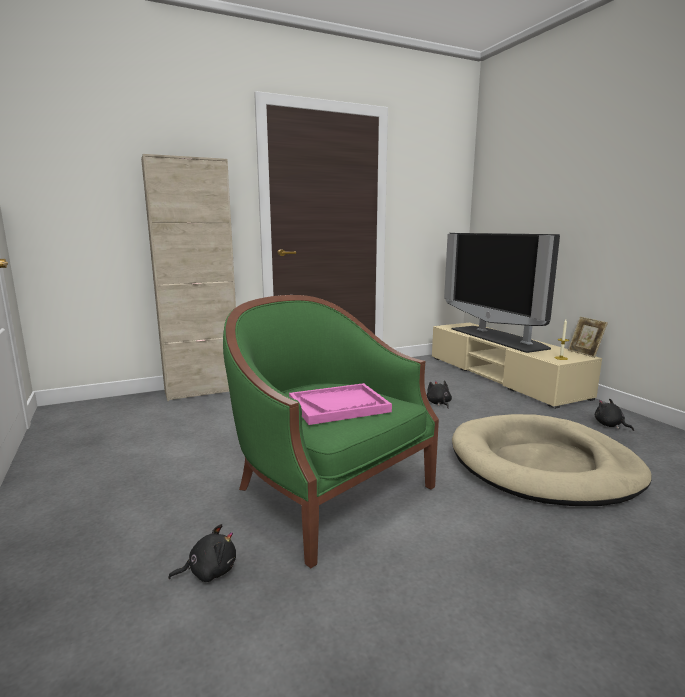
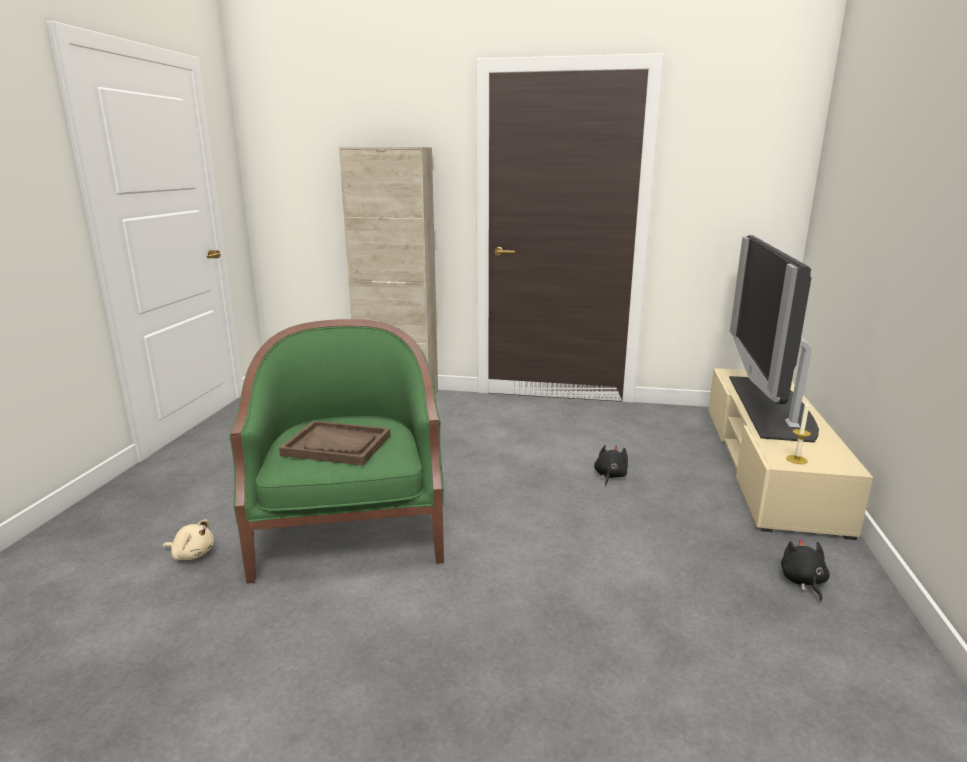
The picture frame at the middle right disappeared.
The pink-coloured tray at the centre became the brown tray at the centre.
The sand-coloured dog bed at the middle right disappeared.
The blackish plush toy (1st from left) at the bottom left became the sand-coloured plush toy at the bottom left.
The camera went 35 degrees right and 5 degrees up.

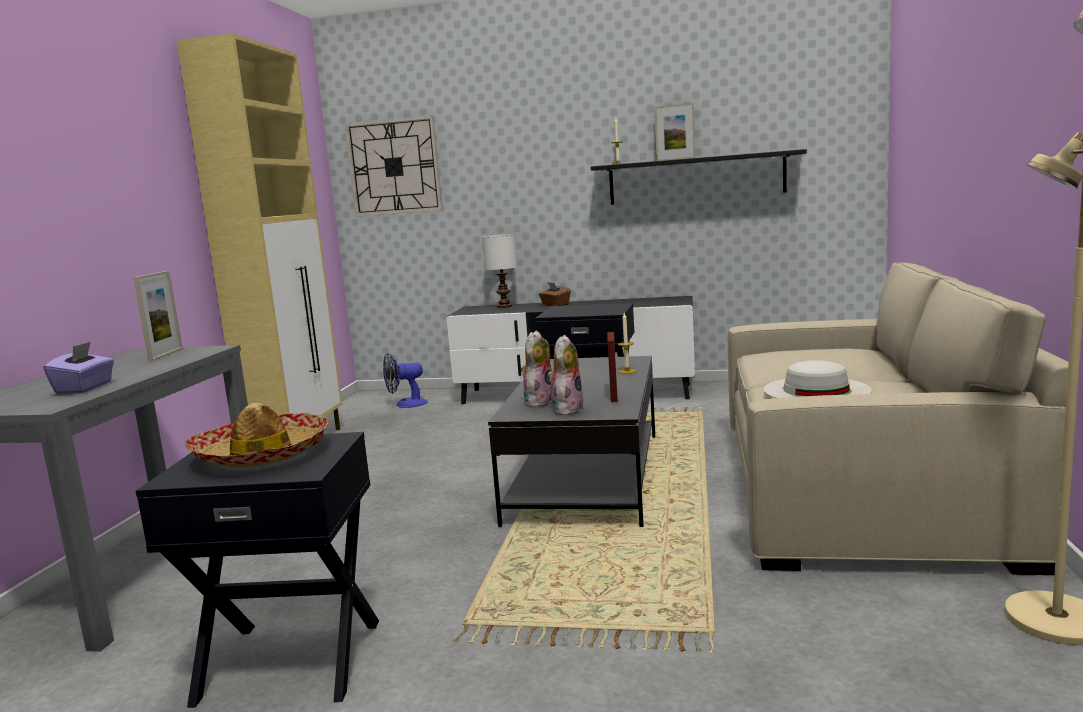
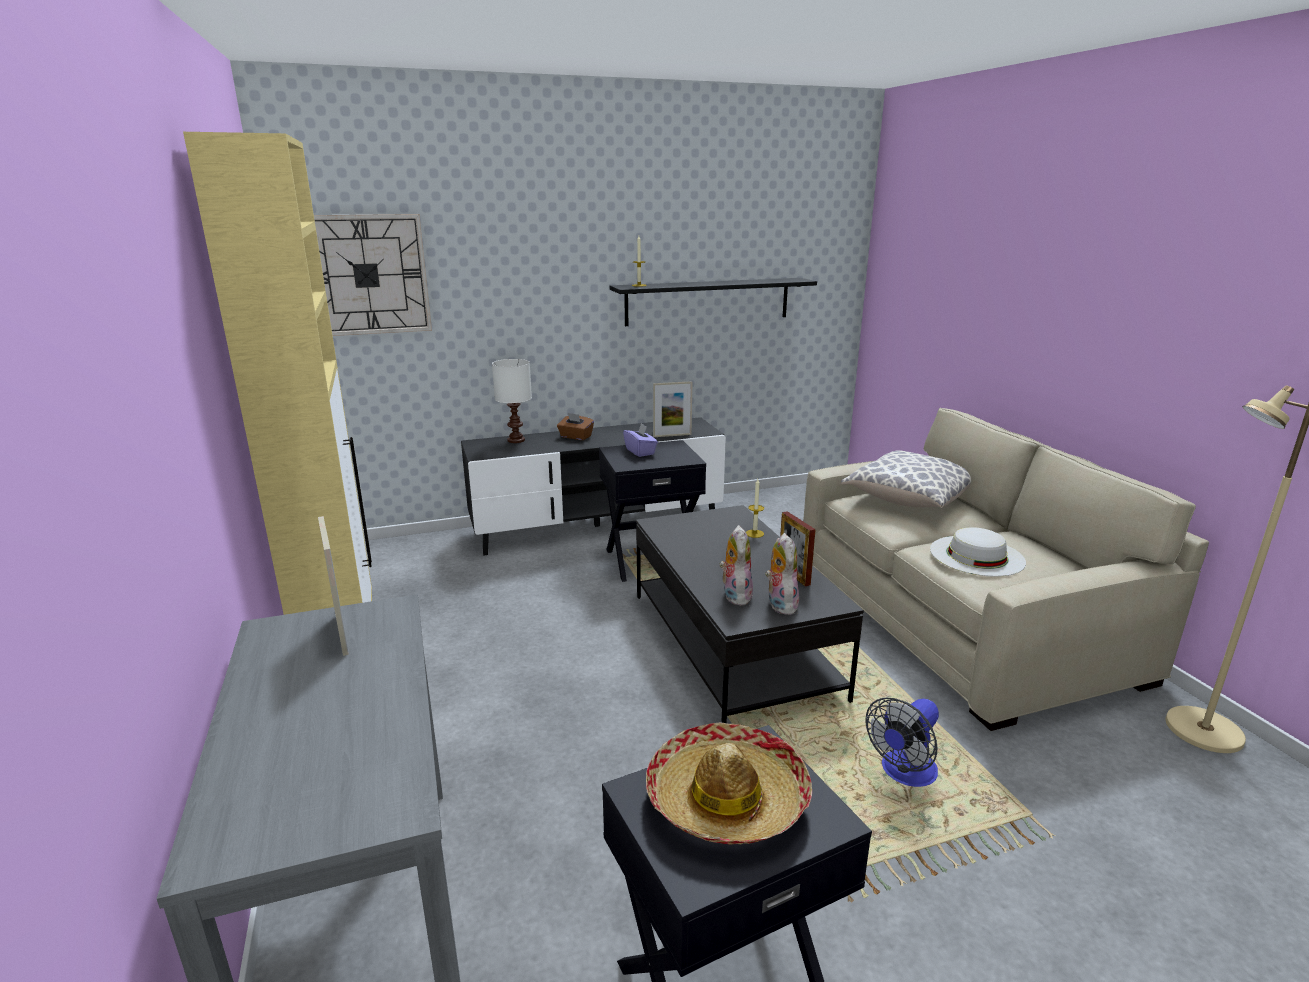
The picture frame (3rd from left in the first image) moved from the top centre to the centre.
The purple box of tissues moved from the middle left to the centre.
The fan moved from the centre to the bottom right.
The pillow at the middle right appeared.
The camera went 30 degrees left and 10 degrees up.

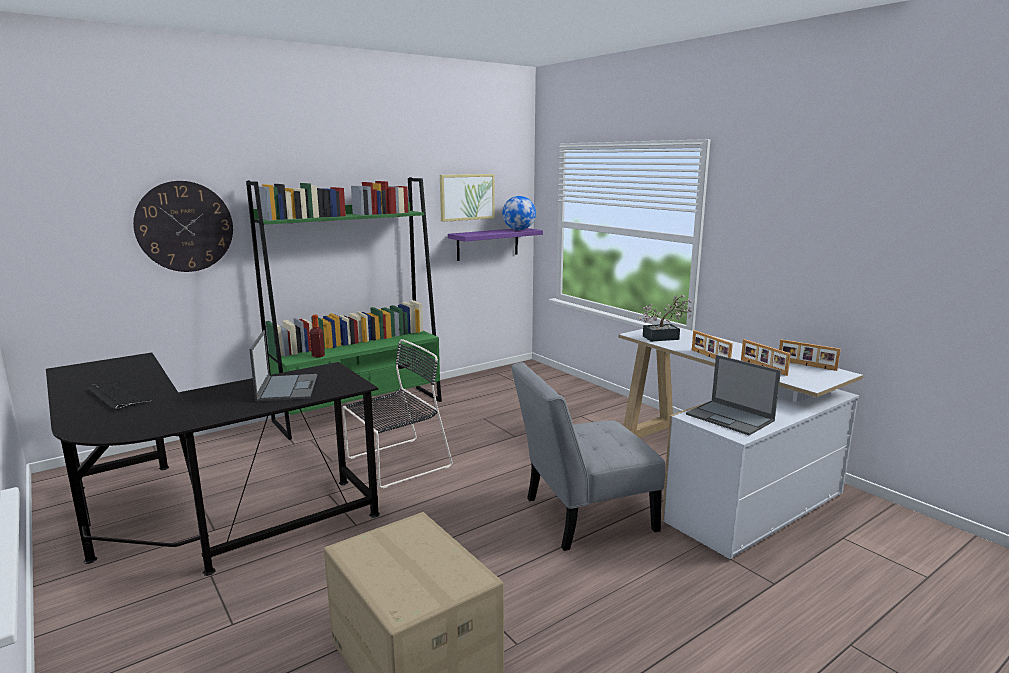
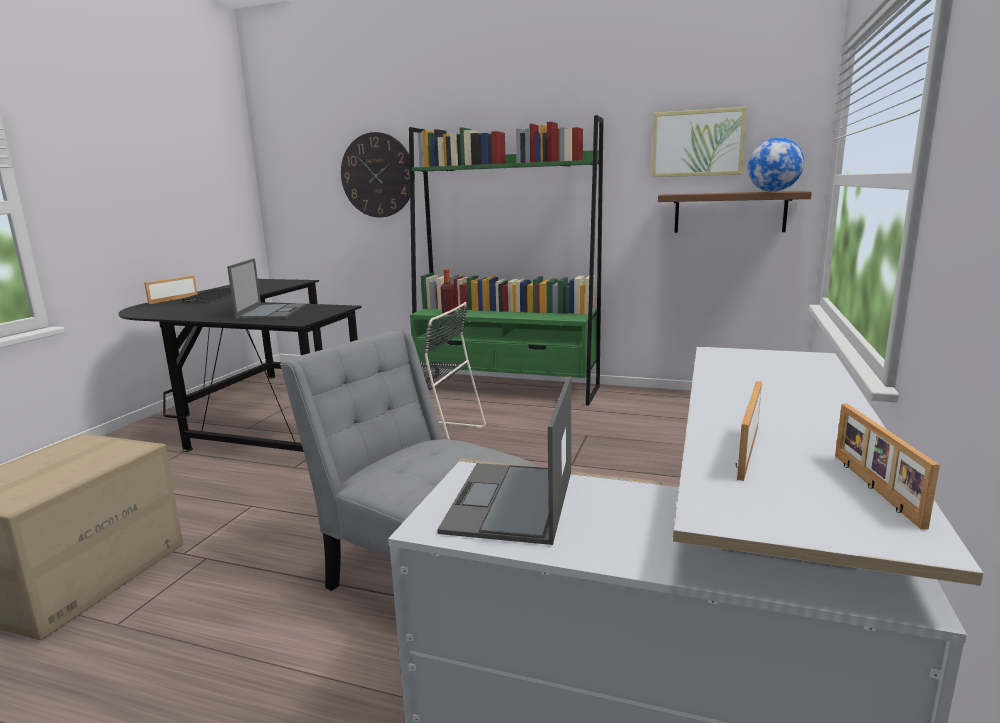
The purple bracket shelf at the centre became the brown bracket shelf at the top right.
The potted plant at the centre disappeared.
The notebook computer (1st from left) at the middle left turned 45 degrees counterclockwise.
The picture frame (1st from left) moved from the middle right to the middle left.
The camera went 55 degrees right and 0 degrees up.

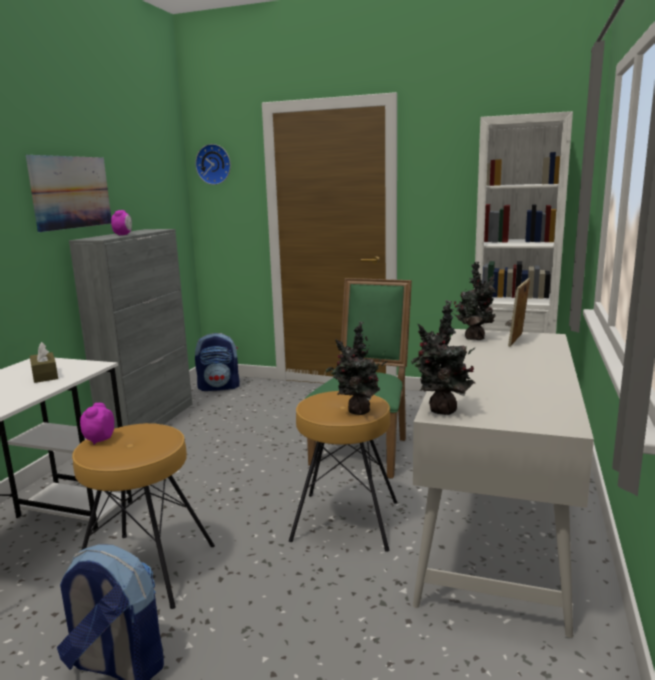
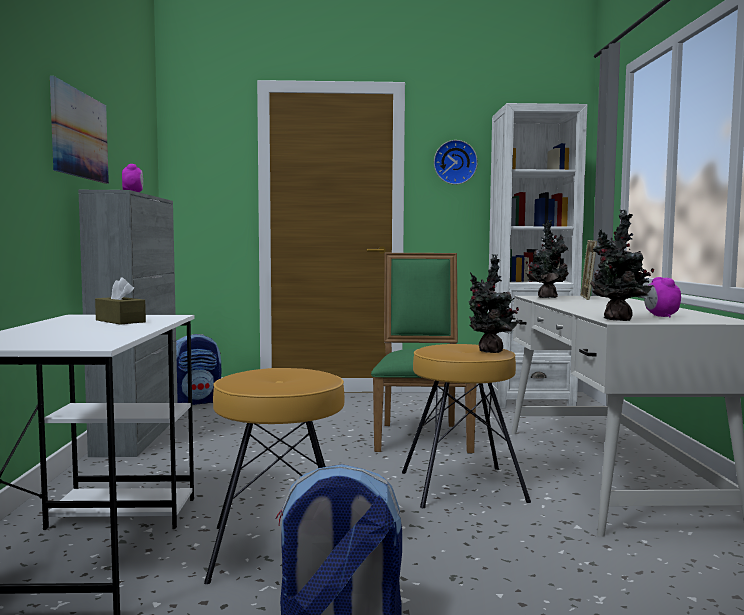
The hanging clock moved from the top left to the top centre.
The table clock (1st from left in the first image) moved from the middle left to the middle right.
The camera went 20 degrees left and 10 degrees down.

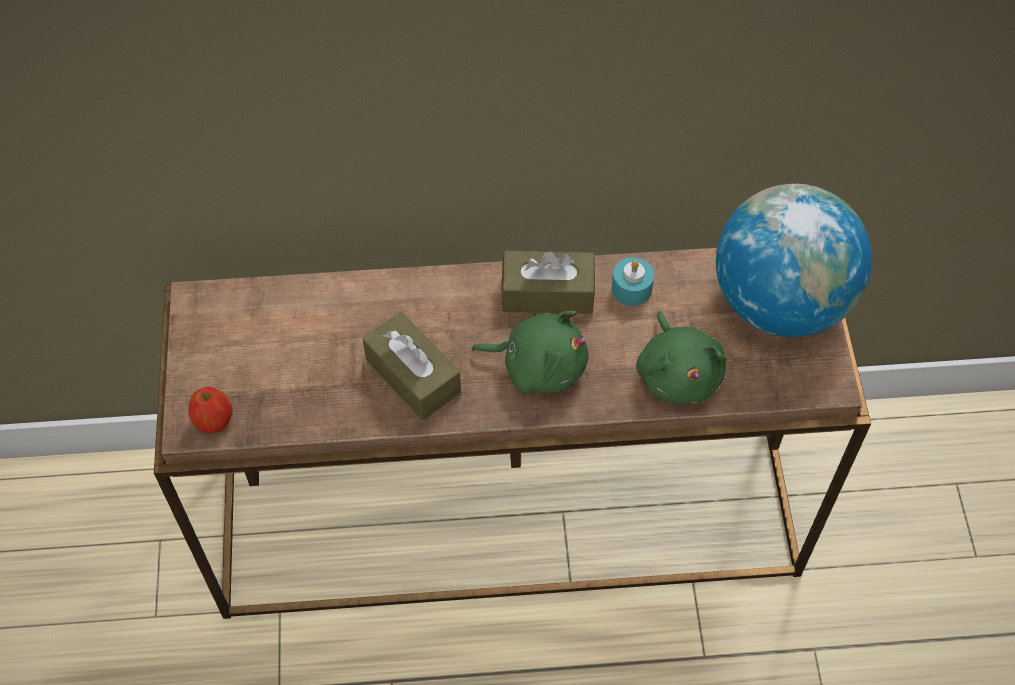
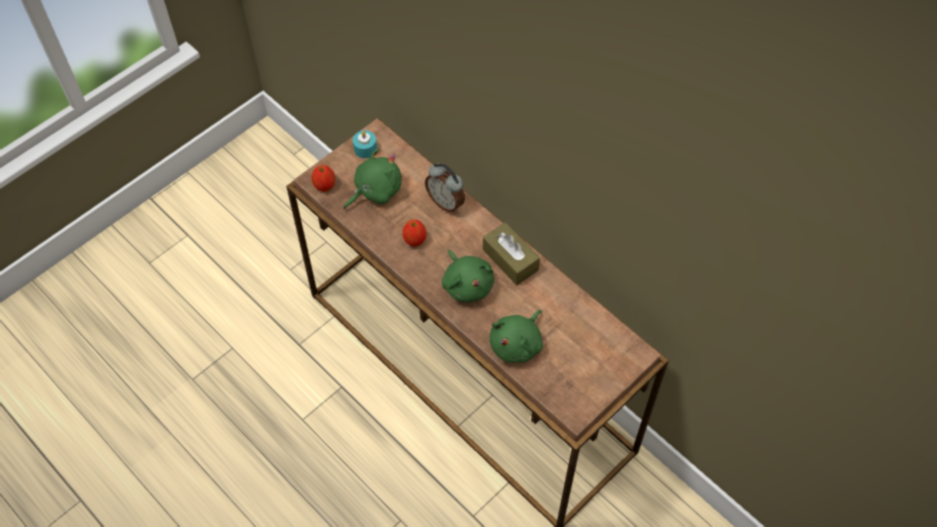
The world globe at the middle right disappeared.
The turquoise-coloured wax light moved from the centre to the top centre.
The brown box of tissues (1st from left) at the centre was replaced by the apple fruit (2nd from left) at the centre.
The green-coloured plush toy (1st from left) at the centre appeared.
The table clock at the centre appeared.
The camera went 50 degrees right and 0 degrees up.

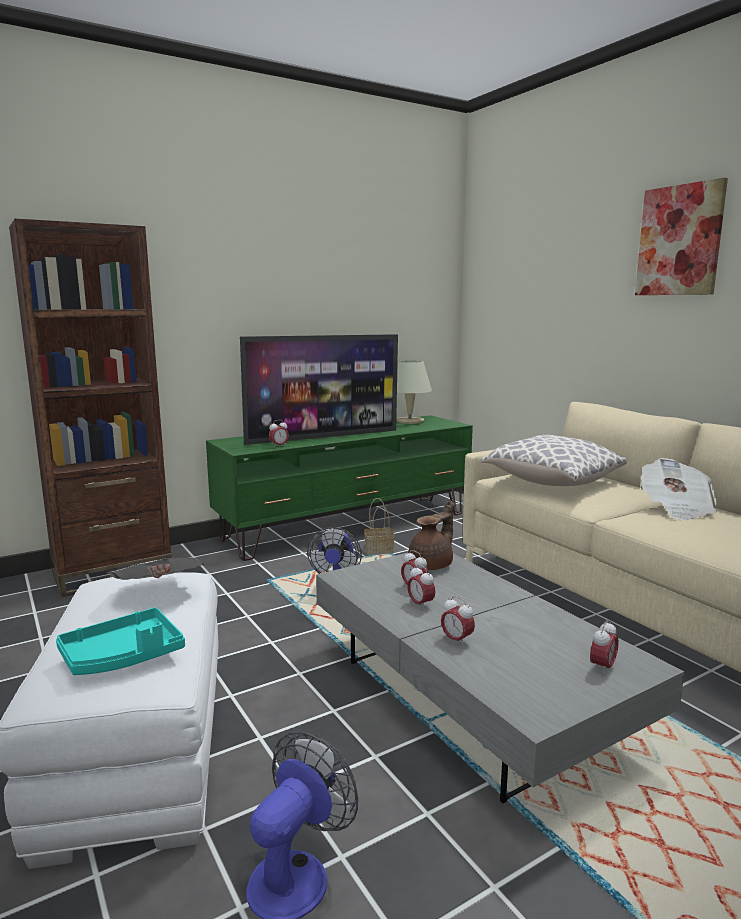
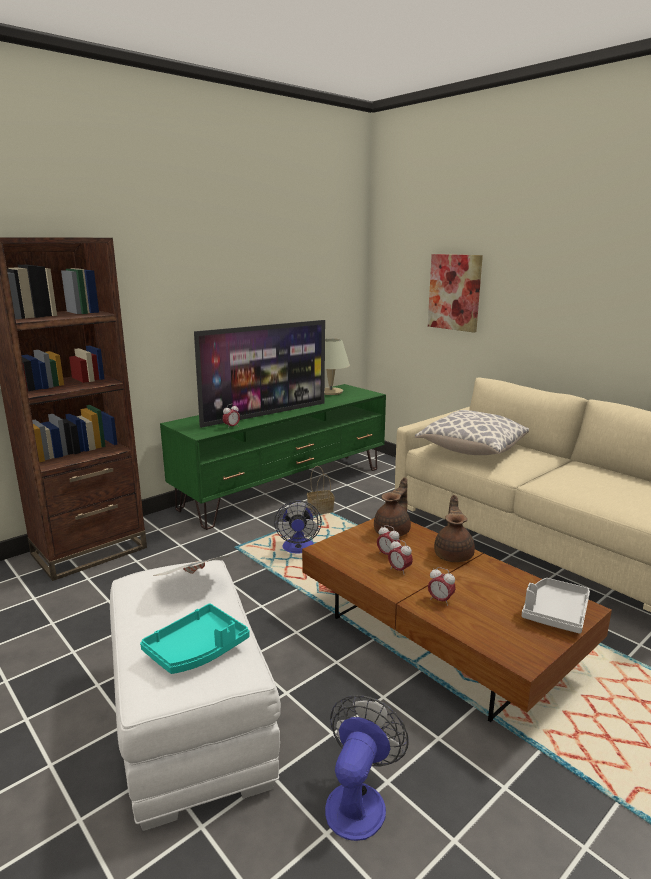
The wall picture moved from the top right to the middle right.
The newspaper (2nd from left) at the middle right disappeared.
The greyish lounge table at the bottom right became the brown lounge table at the bottom right.
The table clock (5th from left) at the bottom right was replaced by the greyish tray at the bottom right.
The brown tea pot (2nd from left) at the middle right appeared.
The camera went 10 degrees left and 5 degrees up.

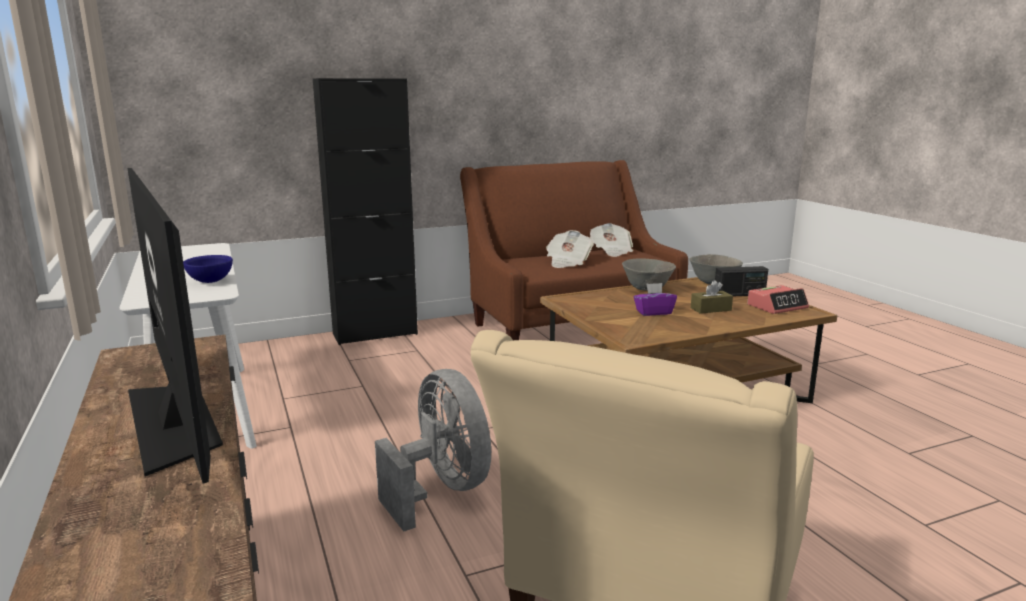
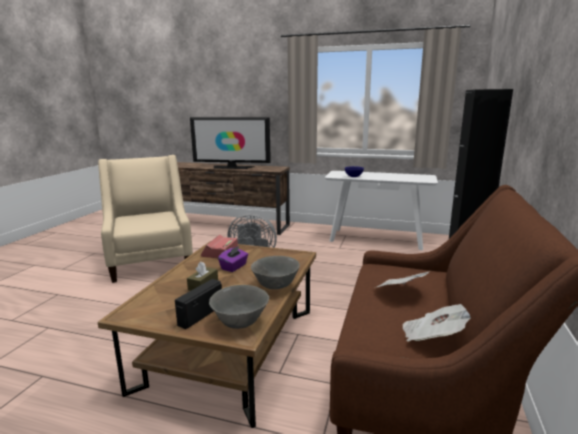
The table clock moved from the middle right to the centre.
The camera went 130 degrees right and 0 degrees up.

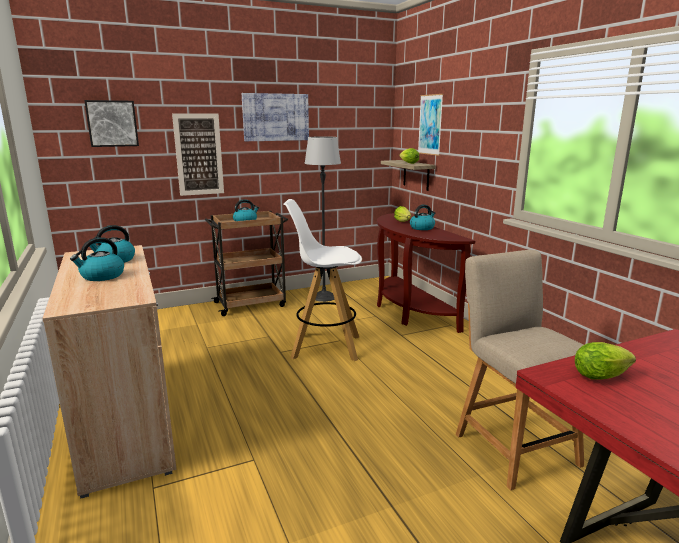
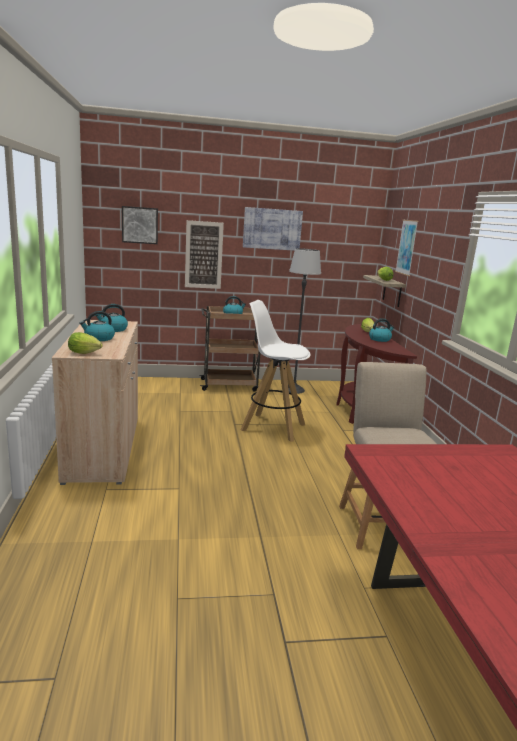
The lettuce head (3rd from left in the first image) moved from the middle right to the middle left.
The camera went 15 degrees right and 0 degrees up.

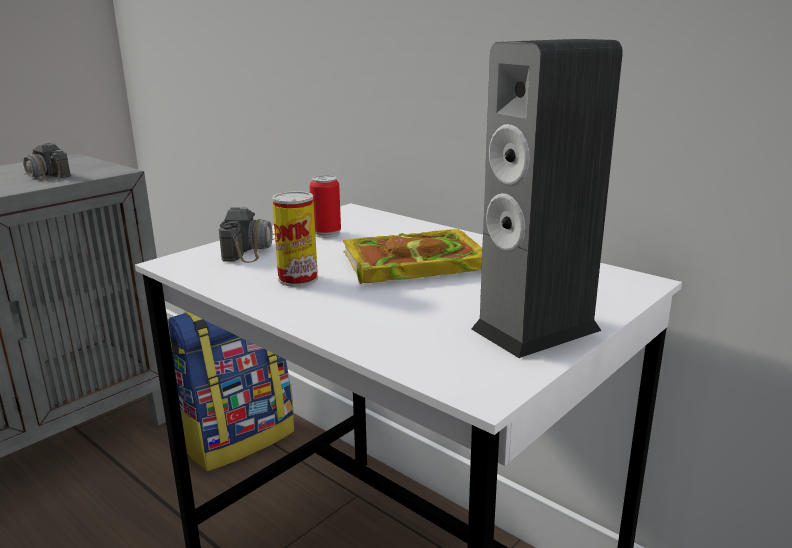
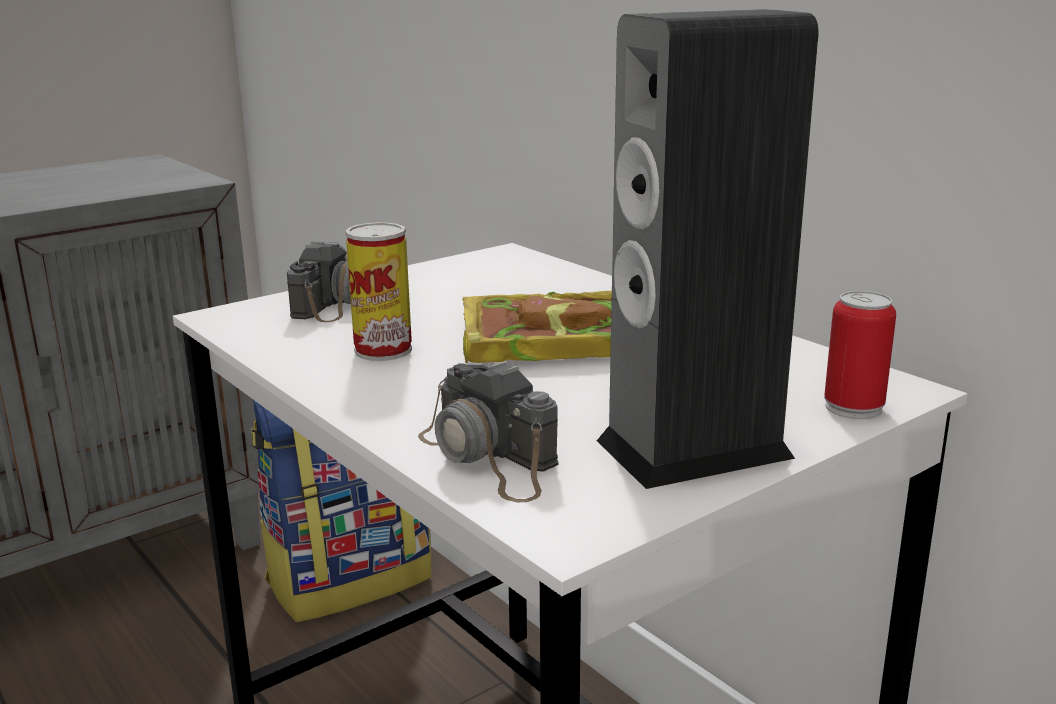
The still camera (1st from left in the first image) moved from the top left to the centre.
The can (2nd from left) moved from the centre to the middle right.
The camera went 10 degrees right and 0 degrees up.

